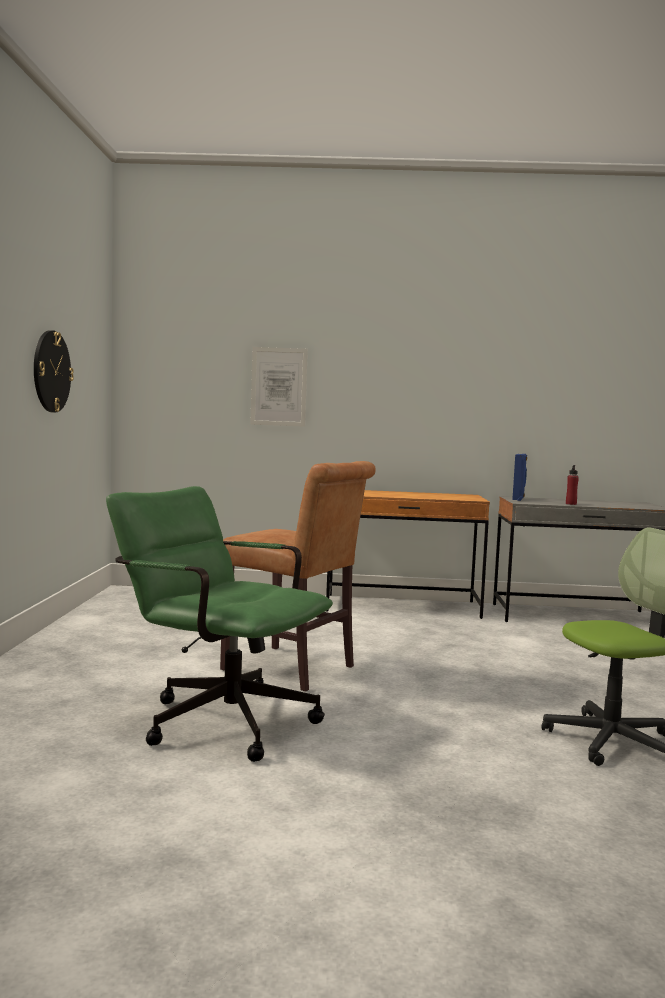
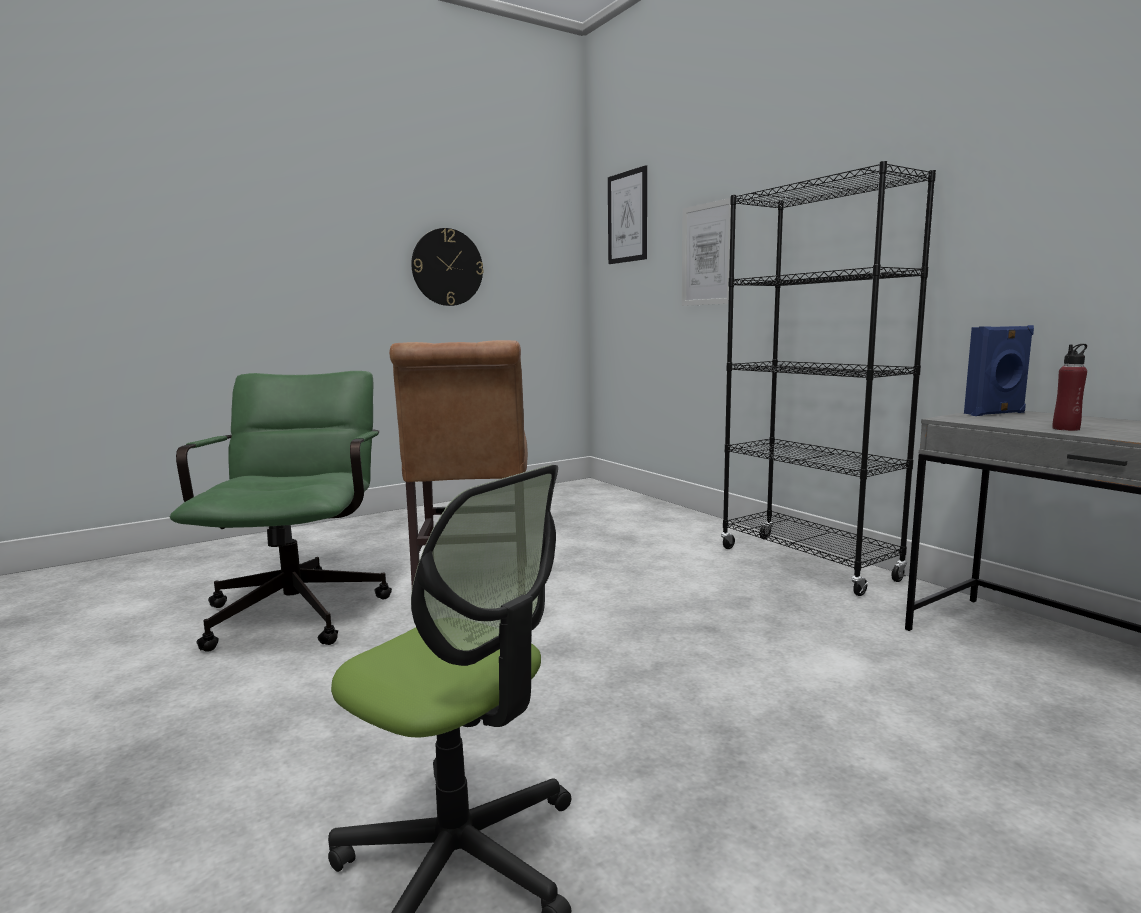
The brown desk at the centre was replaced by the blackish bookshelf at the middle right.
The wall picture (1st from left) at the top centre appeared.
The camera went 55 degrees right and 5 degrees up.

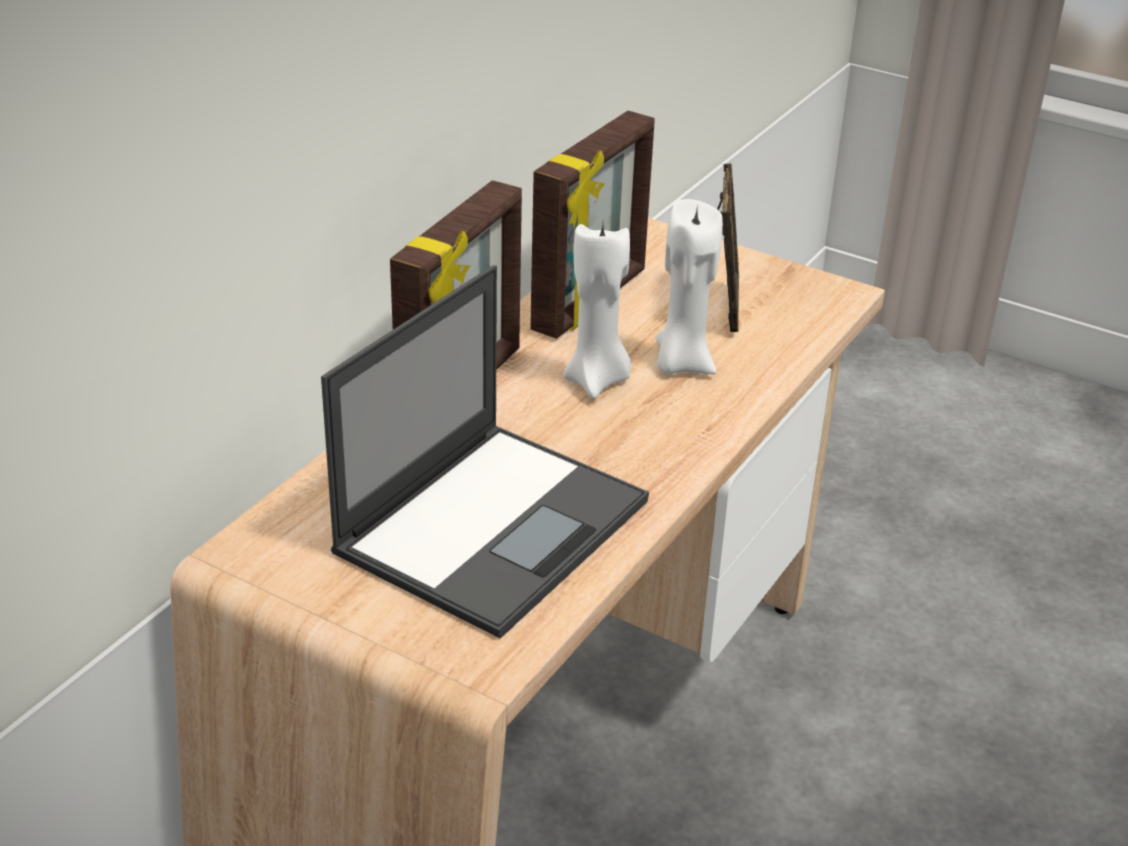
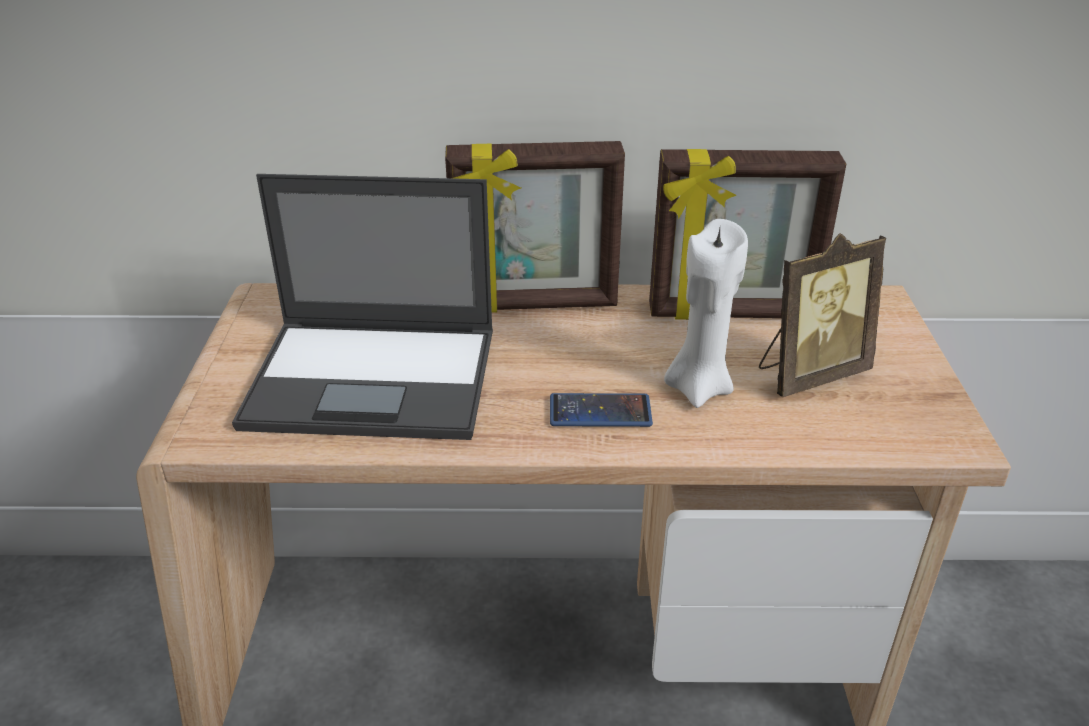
The white-coloured wax light (1st from left) at the centre disappeared.
The handset at the centre appeared.
The camera went 60 degrees right and 0 degrees up.

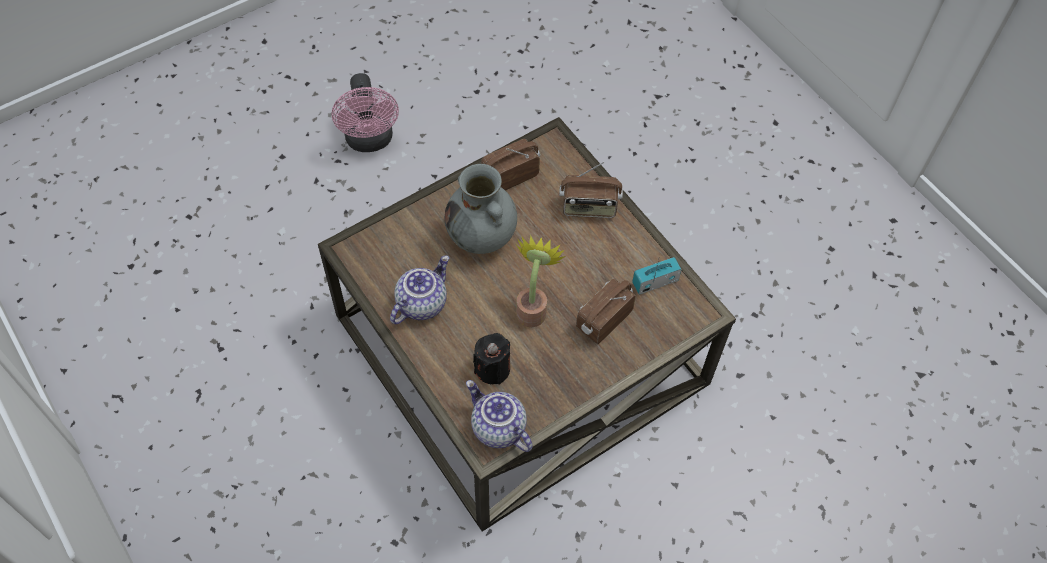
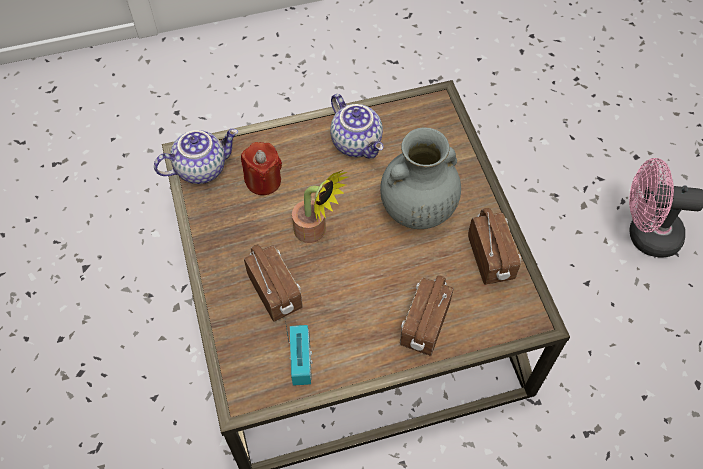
The blackish wax light at the centre became the reddish wax light at the centre.
The camera went 110 degrees right and 0 degrees up.

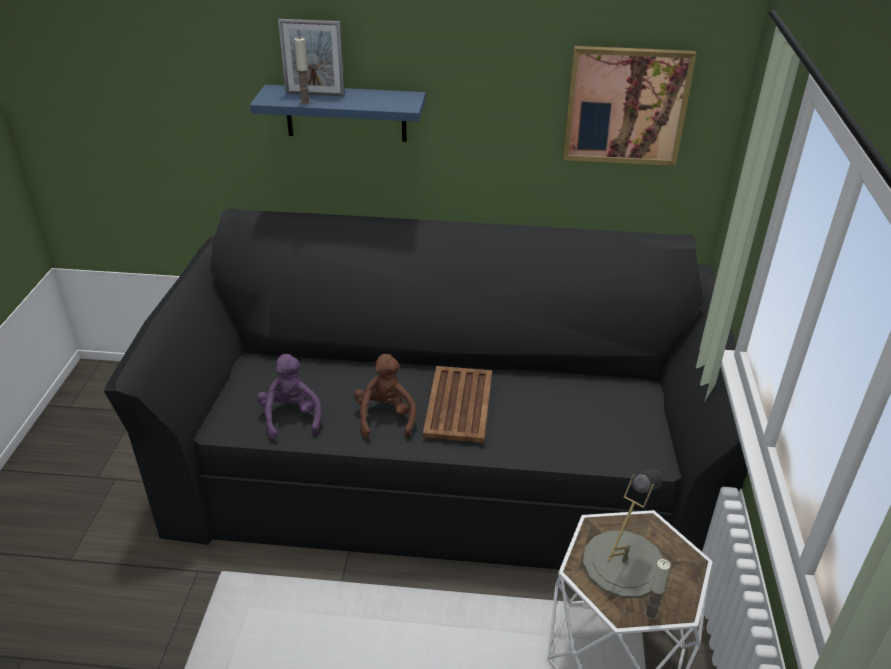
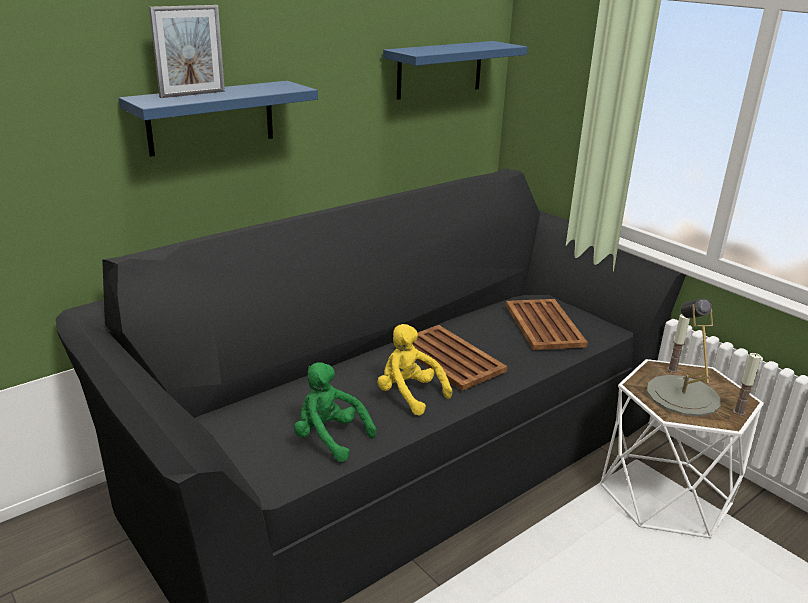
The wax light (1st from left) moved from the top centre to the middle right.
The wall picture at the top right was replaced by the bluish bracket shelf (2nd from left) at the top centre.
The purple plush toy at the middle left became the green-coloured plush toy at the bottom centre.
The brown plush toy at the centre became the yellow-coloured plush toy at the centre.
The brown tray (2nd from left) at the middle right appeared.
The camera went 45 degrees left and 10 degrees down.

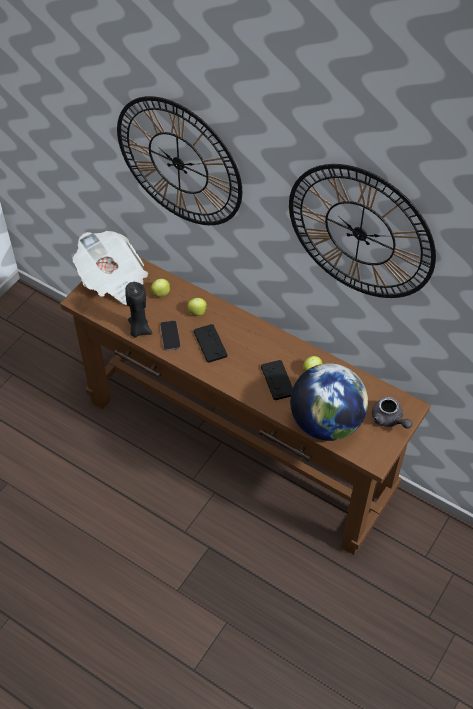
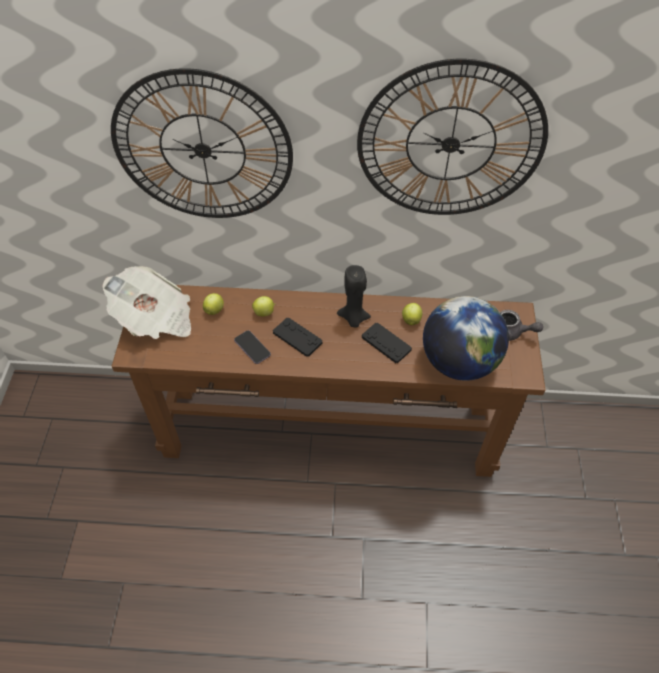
The blackish wax light moved from the middle left to the centre.
The camera went 30 degrees left and 0 degrees up.

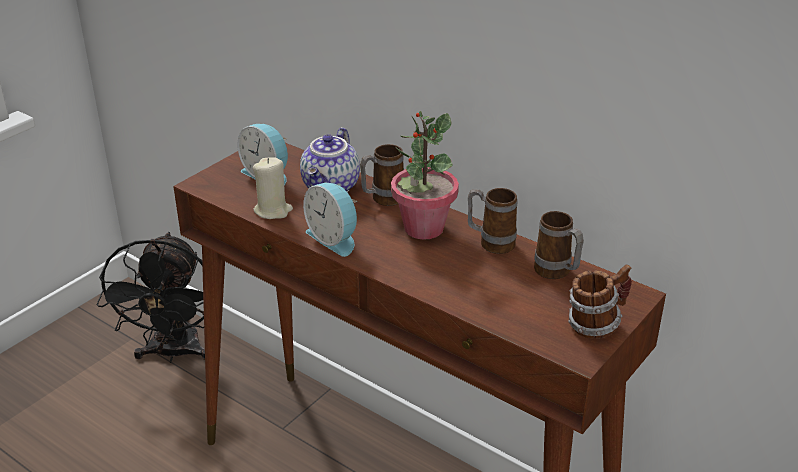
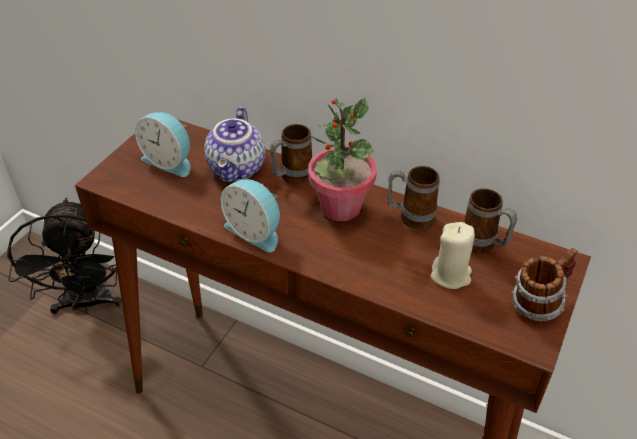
The sand-coloured wax light moved from the centre to the middle right.
The camera went 10 degrees left and 10 degrees up.

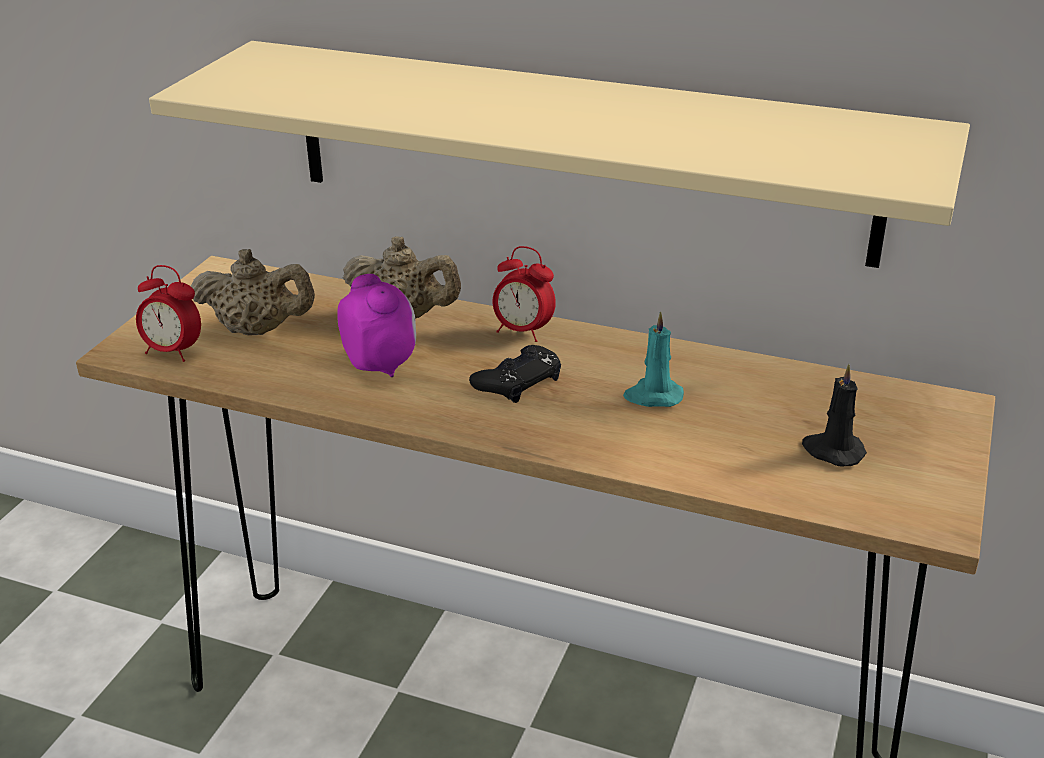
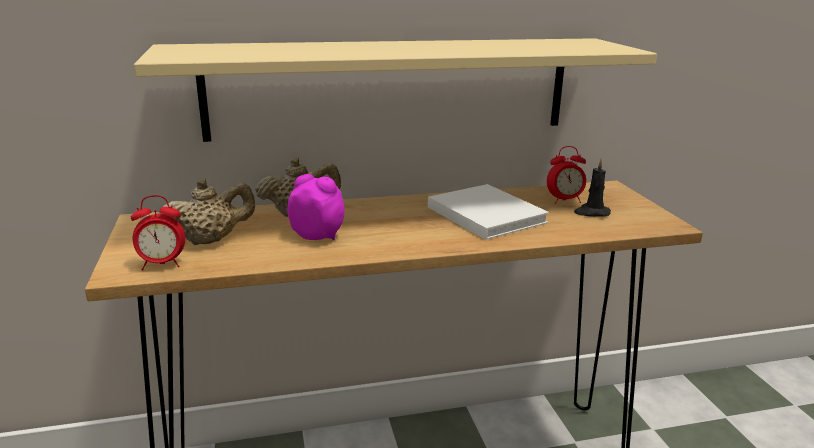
The table clock (3rd from left) moved from the centre to the middle right.
The turquoise-coloured wax light at the centre was replaced by the white-coloured volume at the centre.
The blackish joypad at the centre disappeared.
The camera went 35 degrees left and 10 degrees down.

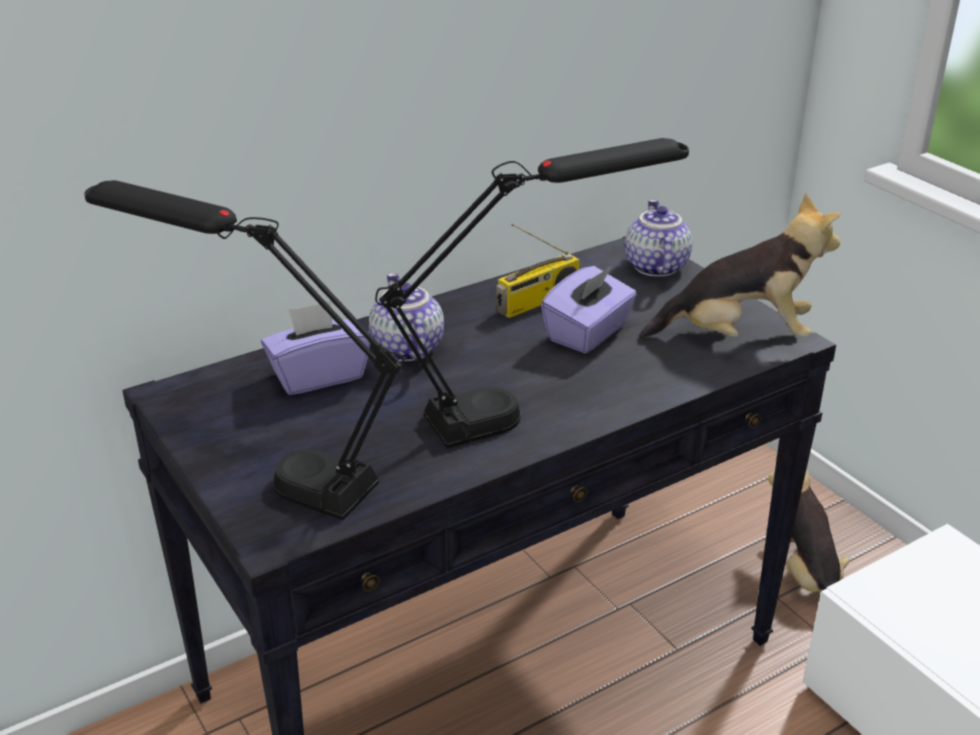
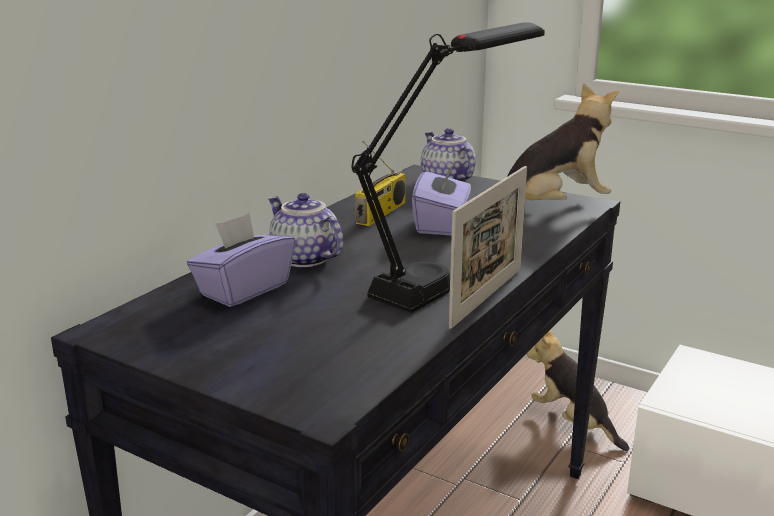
The blackish lamp for a table (1st from left) at the middle left disappeared.
The picture frame at the centre appeared.
The camera went 25 degrees left and 10 degrees down.

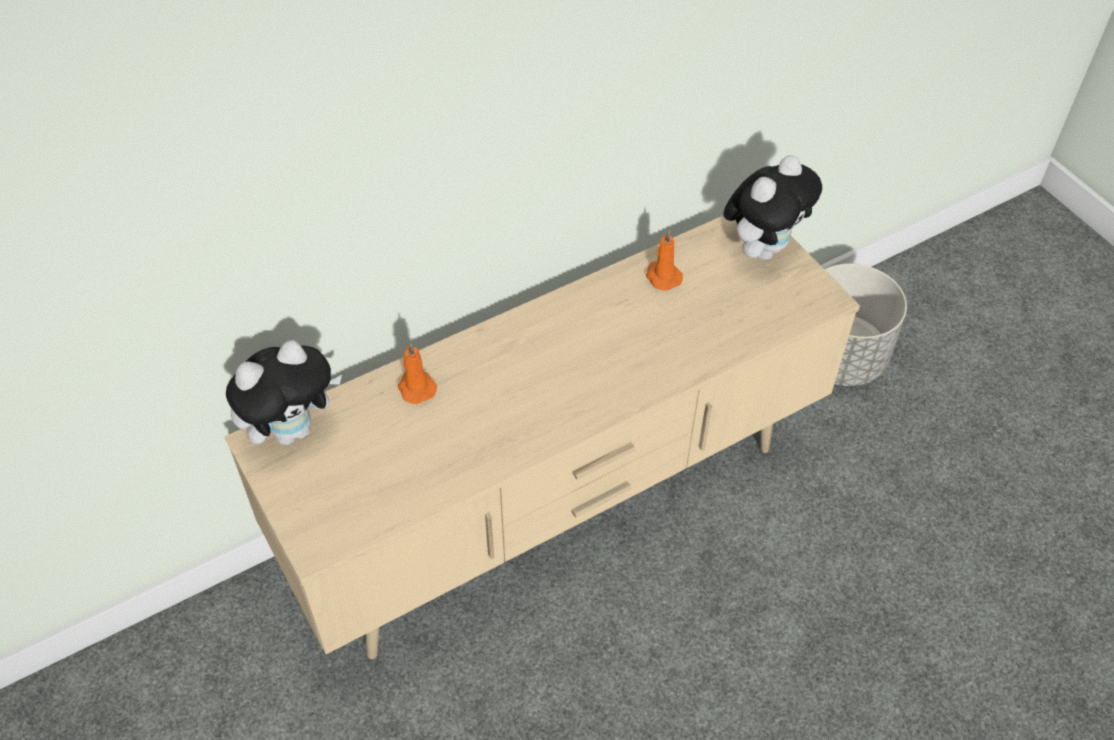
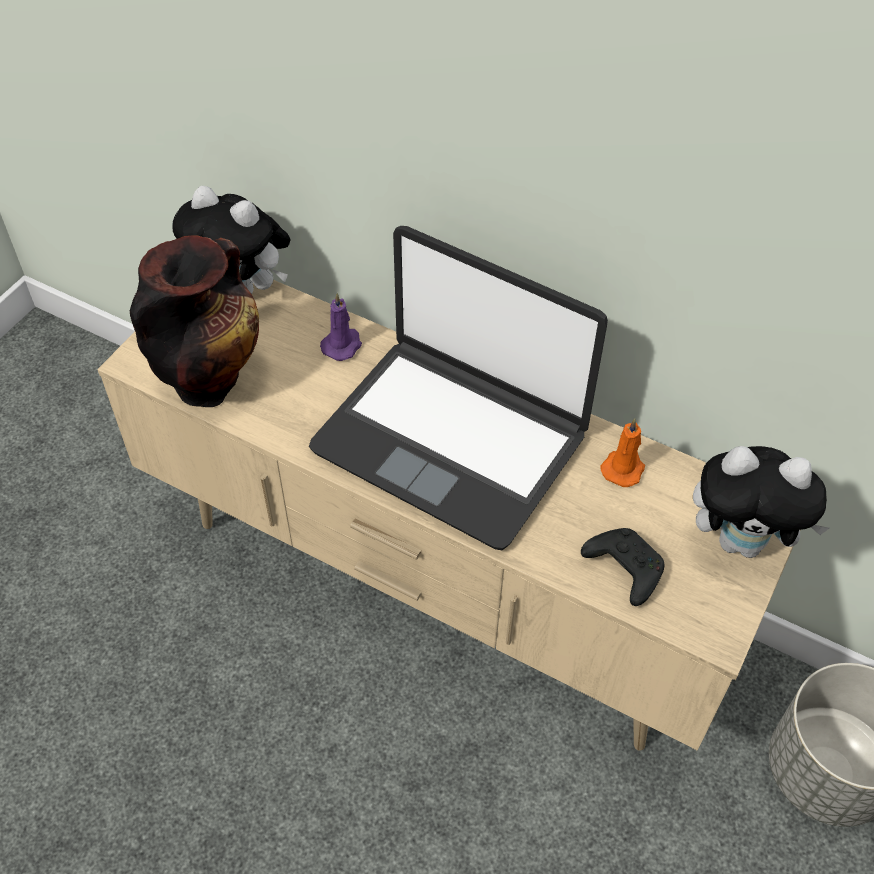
The orangey wax light (1st from left) at the centre became the purple wax light at the centre.
The notebook computer at the centre appeared.
The flower vase at the middle left appeared.
The blackish joypad at the middle right appeared.
The camera went 60 degrees right and 0 degrees up.

